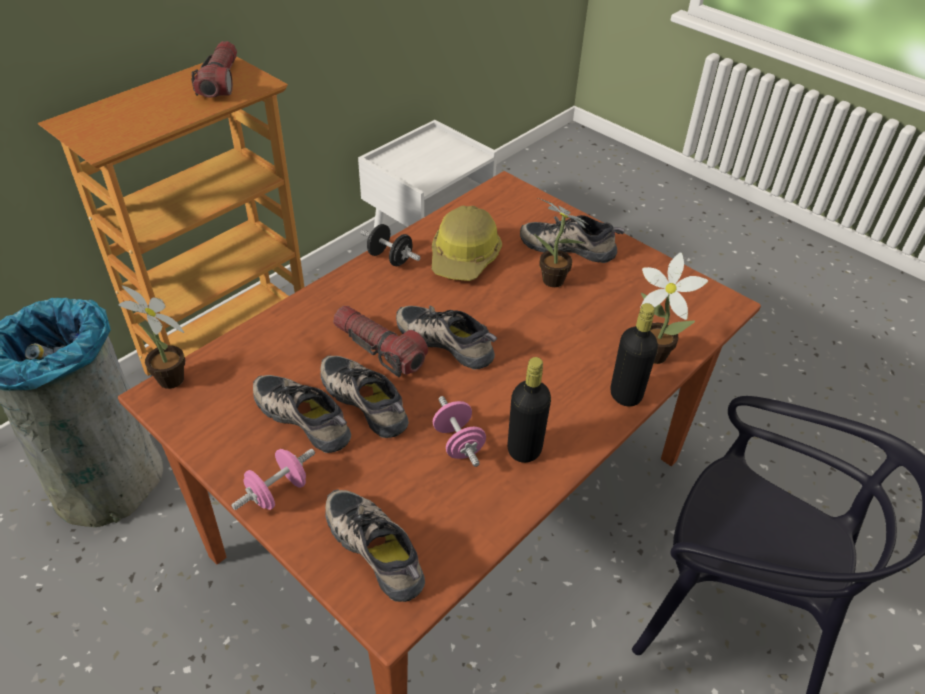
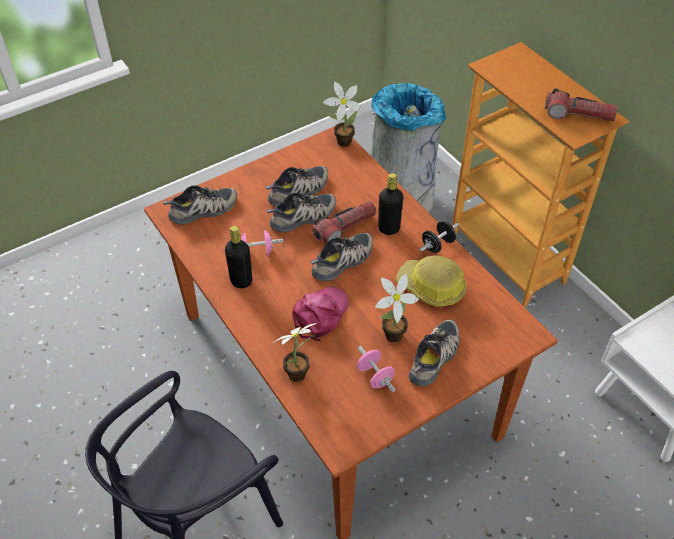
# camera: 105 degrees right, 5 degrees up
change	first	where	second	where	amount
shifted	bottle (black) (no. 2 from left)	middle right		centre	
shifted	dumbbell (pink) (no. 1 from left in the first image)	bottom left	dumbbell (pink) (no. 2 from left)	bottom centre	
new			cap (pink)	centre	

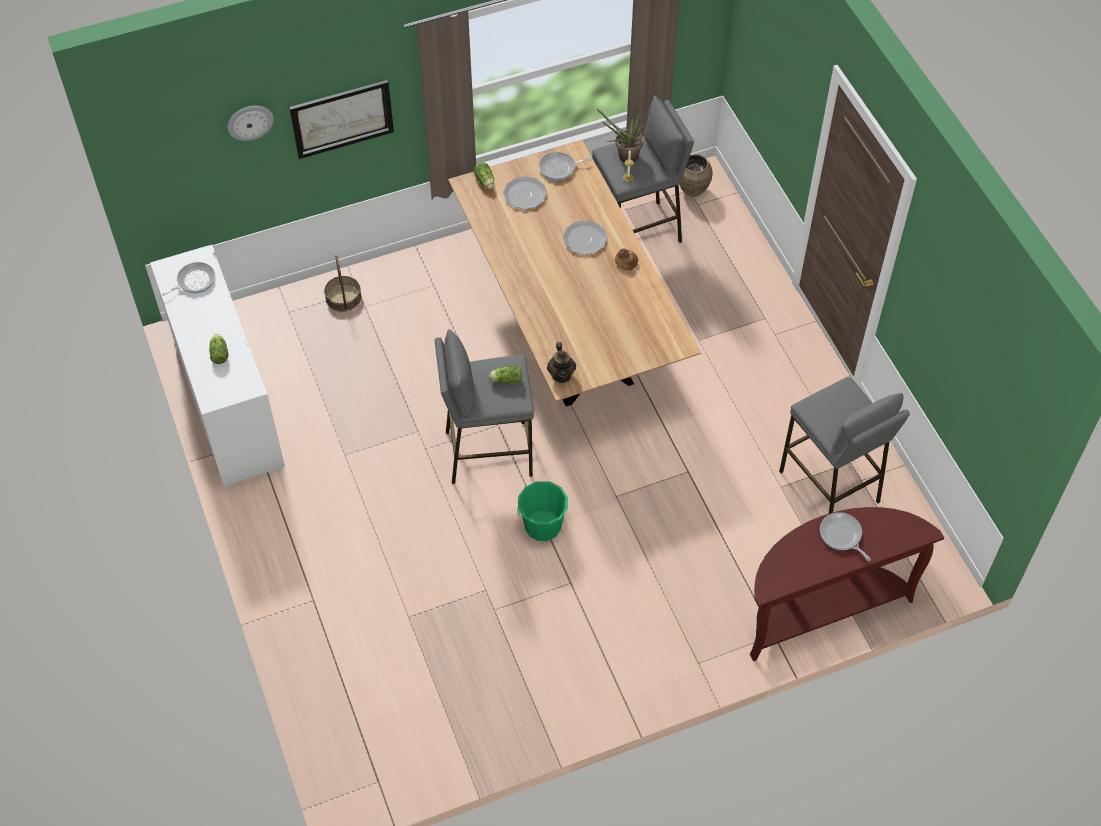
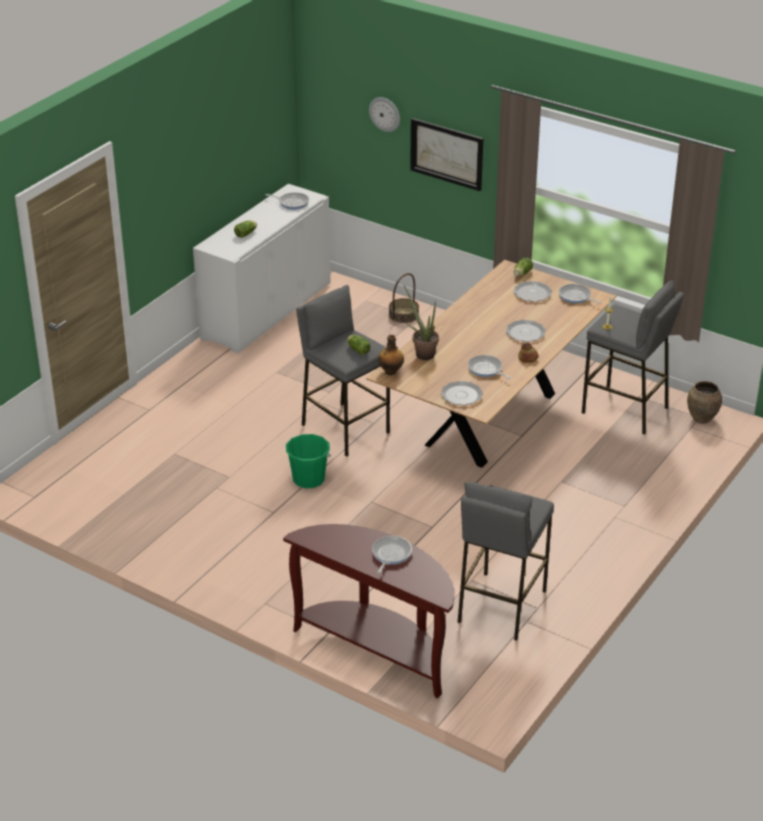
# camera: 55 degrees right, 20 degrees down
change	first	where	second	where	amount
shifted	potted plant	top centre		centre	
swapped	teapot	centre	bottle	centre	
new			frying pan (no. 3 from left)	centre	
new			plate (no. 1 from left)	centre	

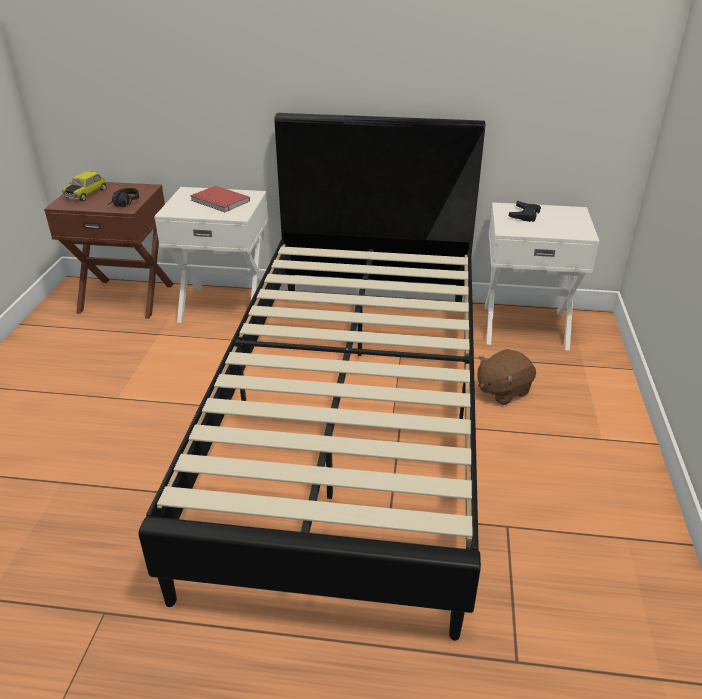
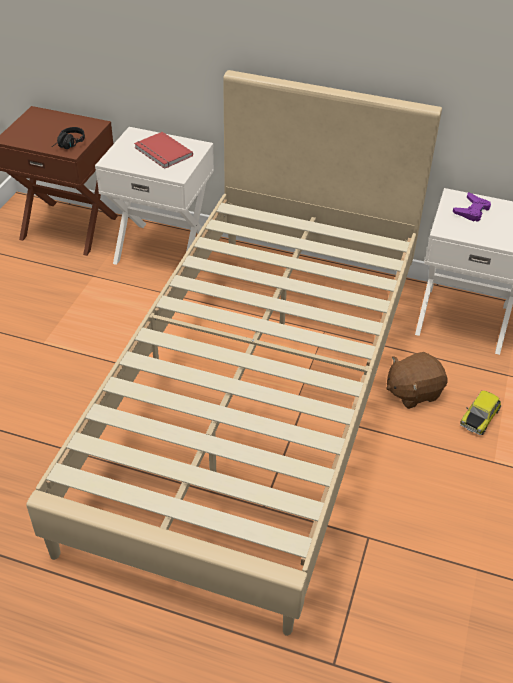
# camera: 10 degrees right, 10 degrees up
change	first	where	second	where	amount
repainted	bed (black)	centre	bed (beige)	centre	
shifted	toy car	top left		middle right	
repainted	game controller (black)	top right	game controller (purple)	top right	

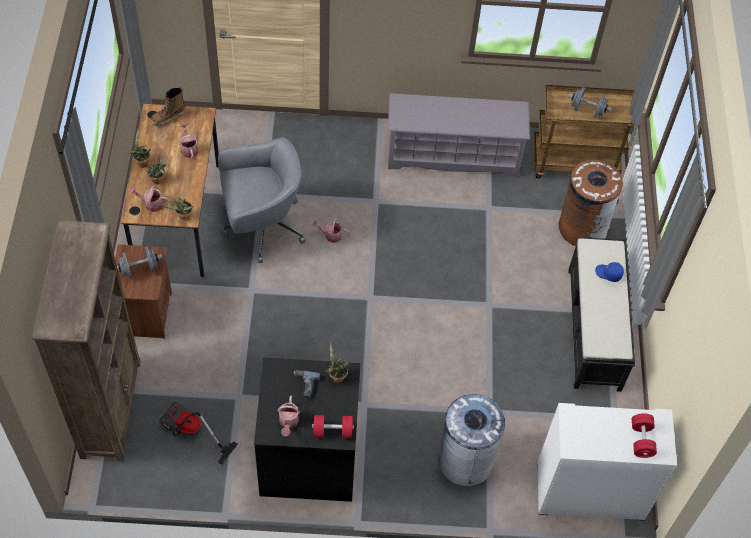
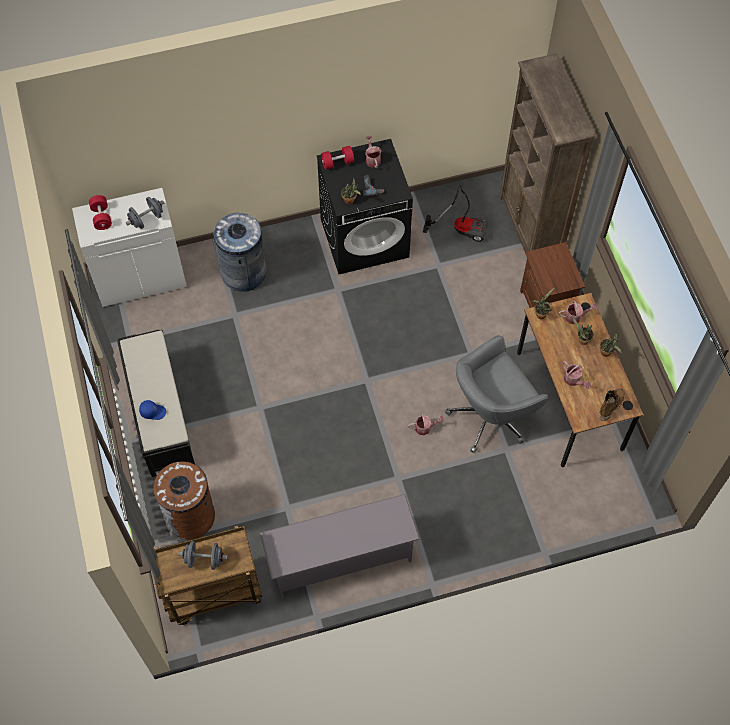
# camera: 165 degrees right, 5 degrees up
change	first	where	second	where	amount
shifted	dumbbell (grey) (no. 1 from left)	middle left		top left	

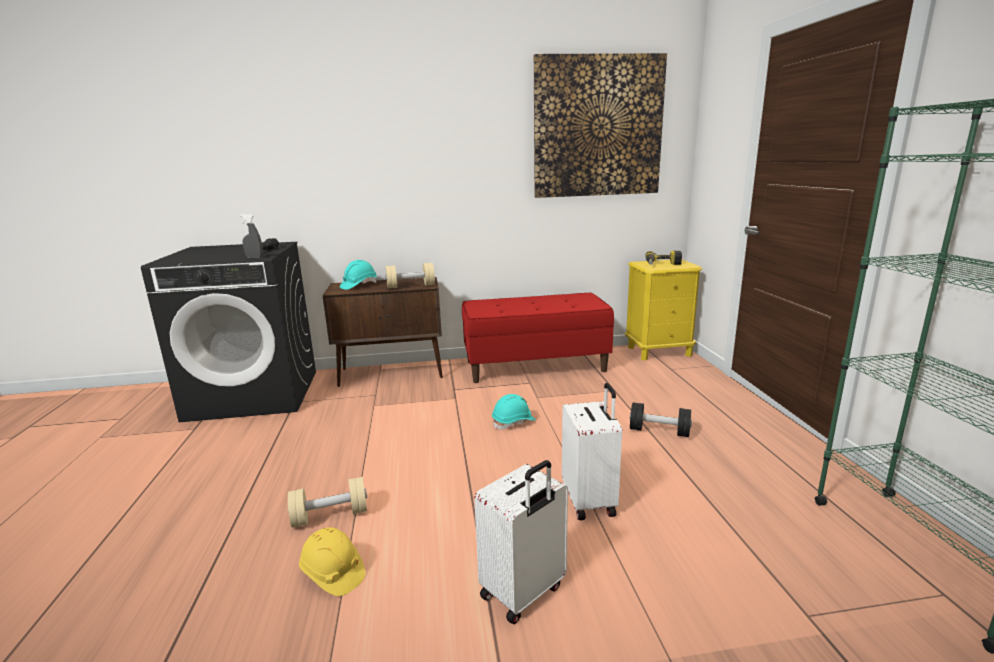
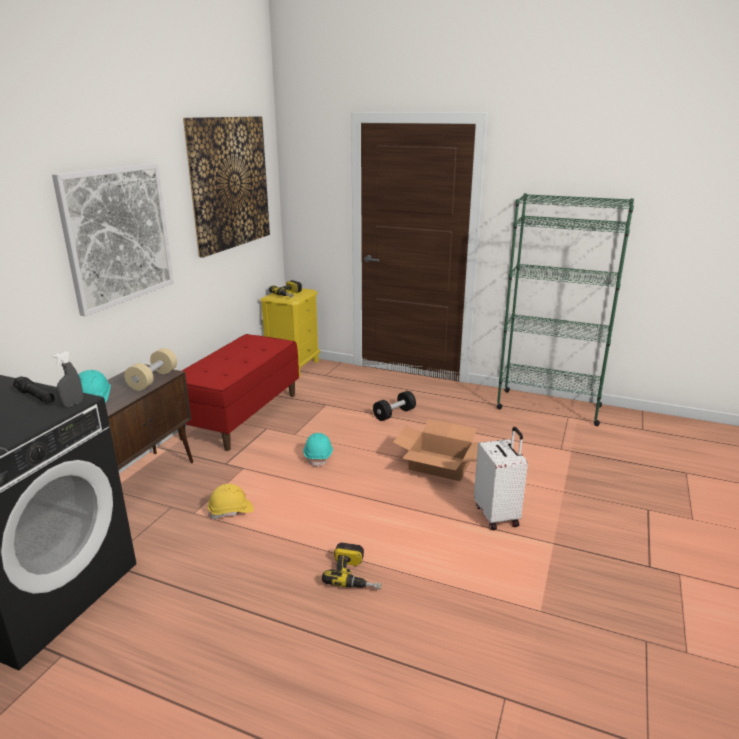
# camera: 60 degrees left, 5 degrees up
change	first	where	second	where	amount
swapped	suitcase (white) (no. 2 from left)	bottom centre	cardboard box	centre	
swapped	dumbbell (beige) (no. 1 from left)	bottom left	power drill (no. 2 from left)	bottom centre	
shifted	hard hat (yellow)	bottom centre		bottom left	
new			picture (no. 1 from left)	top left	

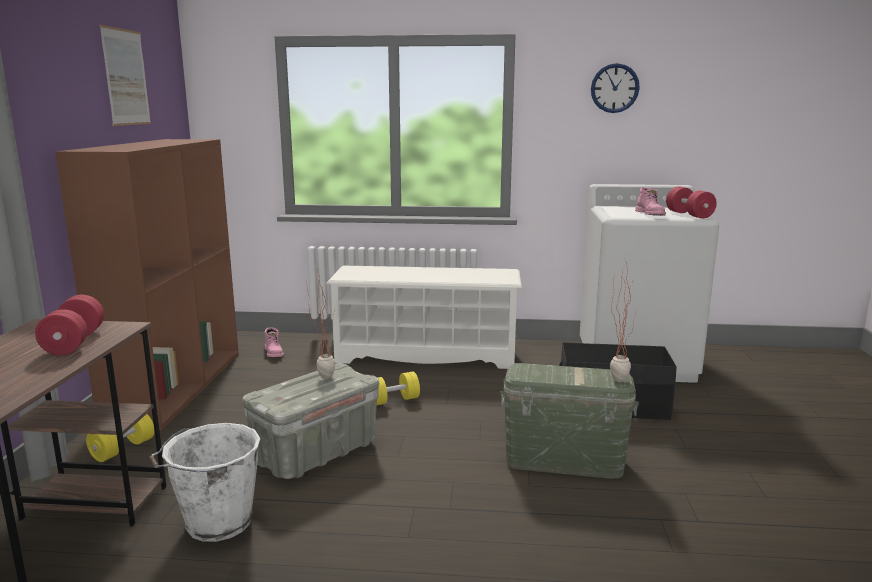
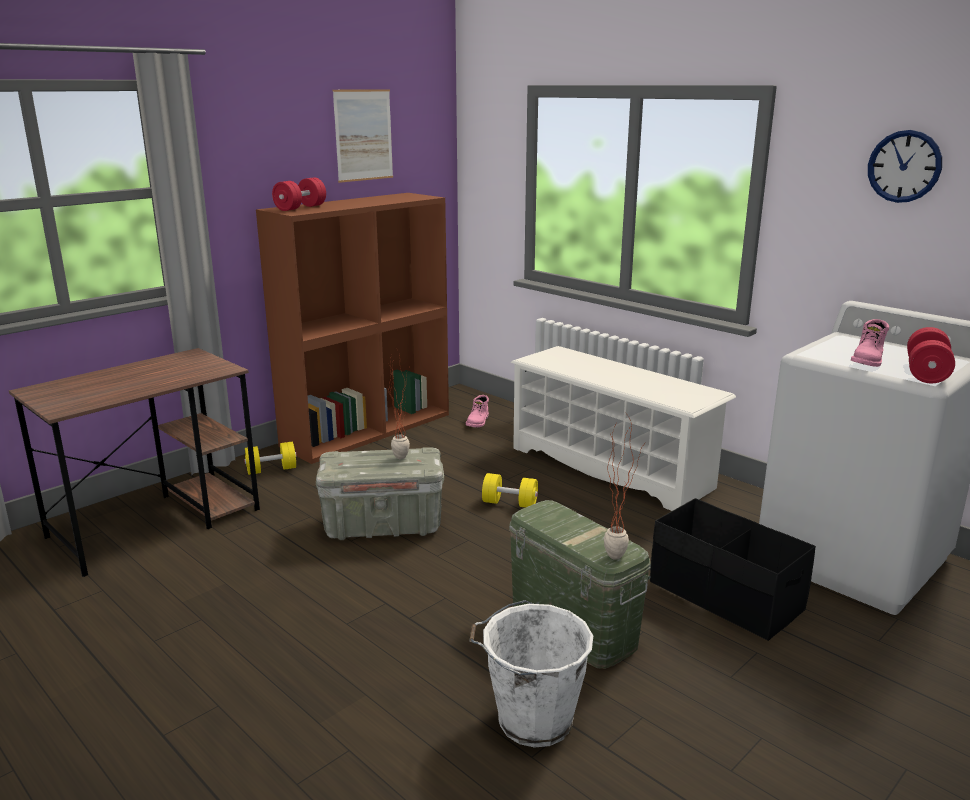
# camera: 40 degrees right, 5 degrees up
change	first	where	second	where	amount
shifted	dumbbell (red) (no. 1 from left)	middle left		top left	
shifted	bucket (white)	bottom left		bottom centre	

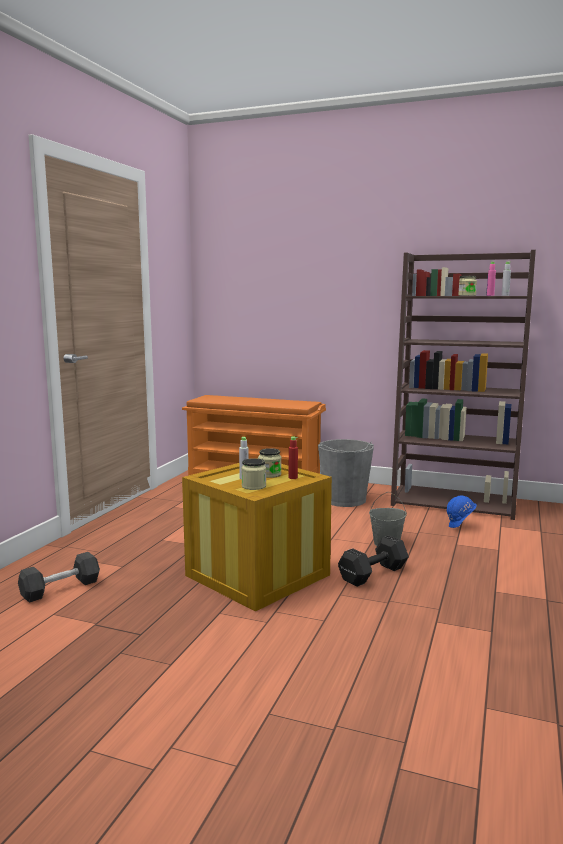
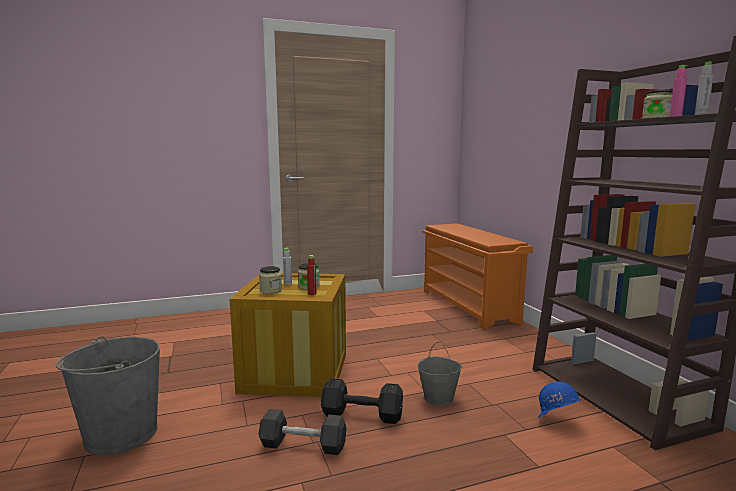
# camera: 50 degrees right, 0 degrees up
change	first	where	second	where	amount
shifted	bucket (grey) (no. 1 from left)	centre		bottom left	
shifted	dumbbell (black) (no. 1 from left)	bottom left		bottom centre	

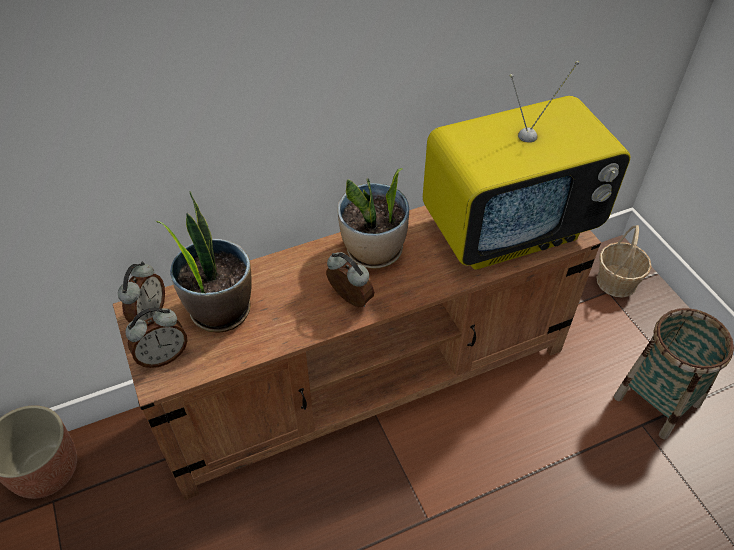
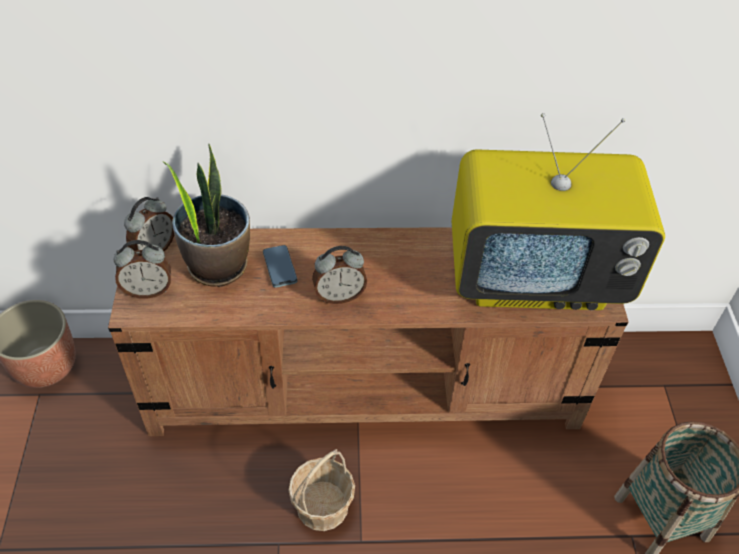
# camera: 20 degrees right, 0 degrees up
change	first	where	second	where	amount
gone	potted plant (no. 2 from left)	centre			
shifted	basket (no. 1 from left)	middle right		bottom centre	
rotated	alarm clock (no. 3 from left)	centre		centre	105 degrees clockwise
new			phone	centre	

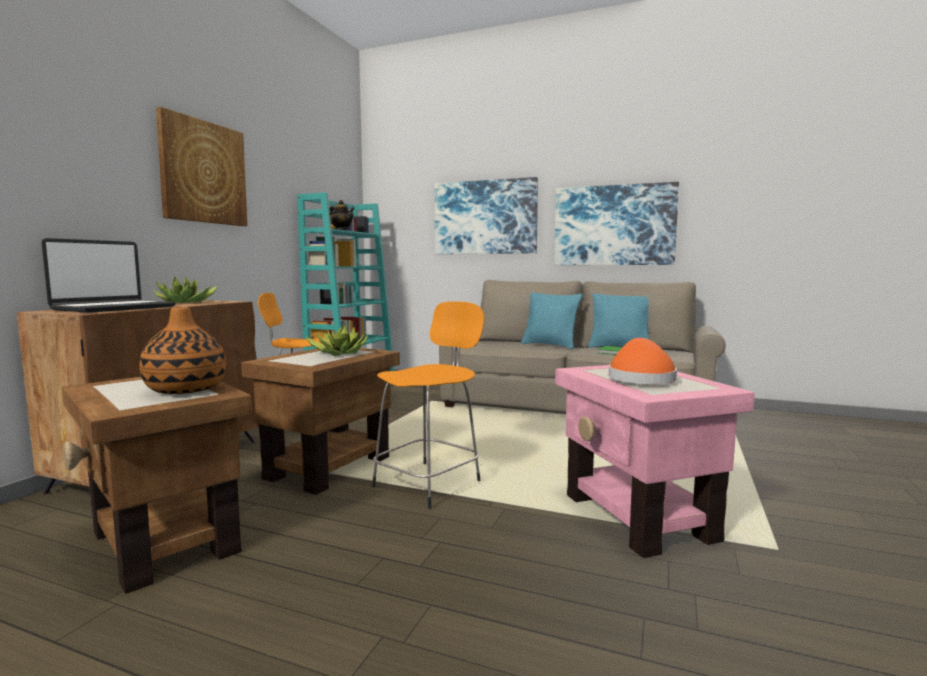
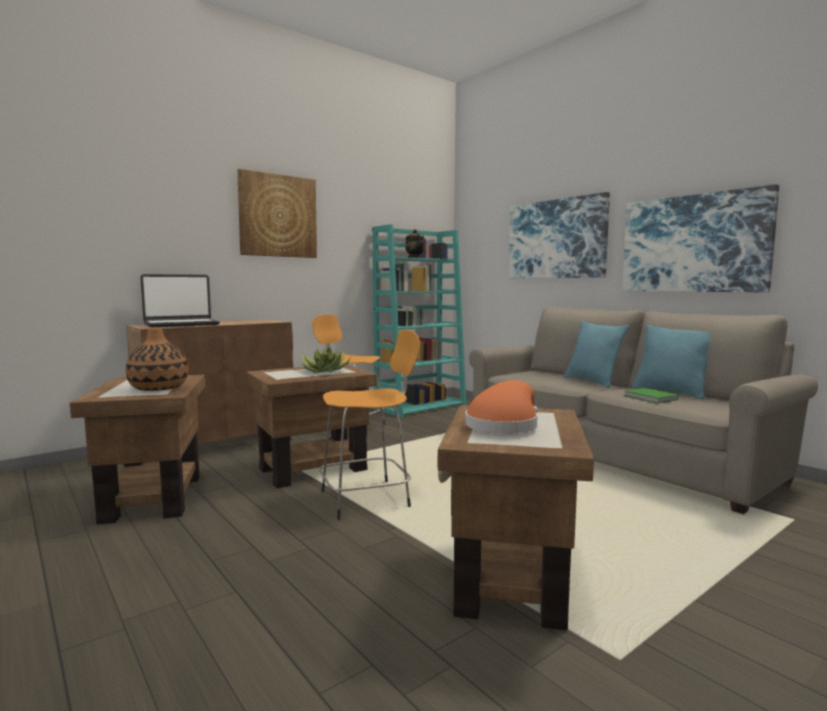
# camera: 30 degrees right, 0 degrees up
change	first	where	second	where	amount
gone	potted plant (no. 1 from left)	middle left			
repainted	side table (pink)	bottom right	side table (brown) (no. 3 from left)	bottom centre	

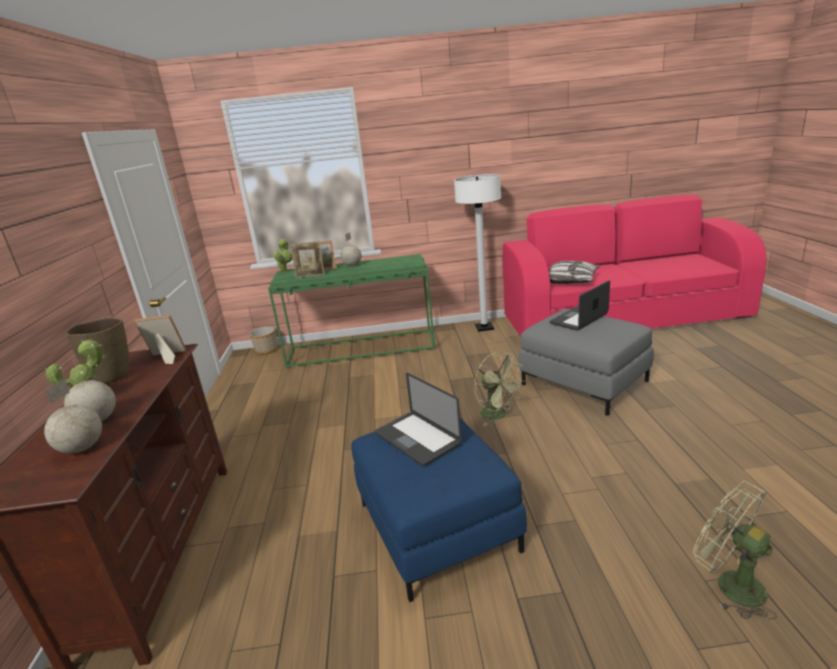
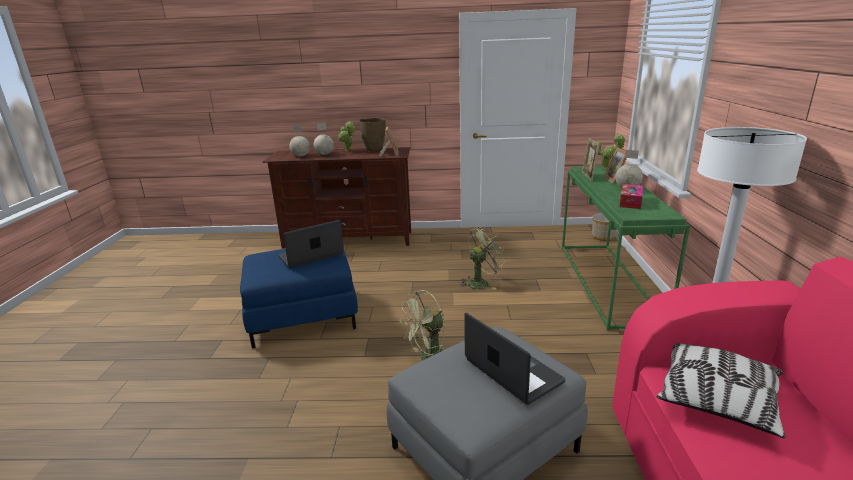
# camera: 95 degrees right, 0 degrees up
change	first	where	second	where	amount
shifted	fan (green) (no. 2 from left)	bottom right		centre	
new			tissue box	middle right	

